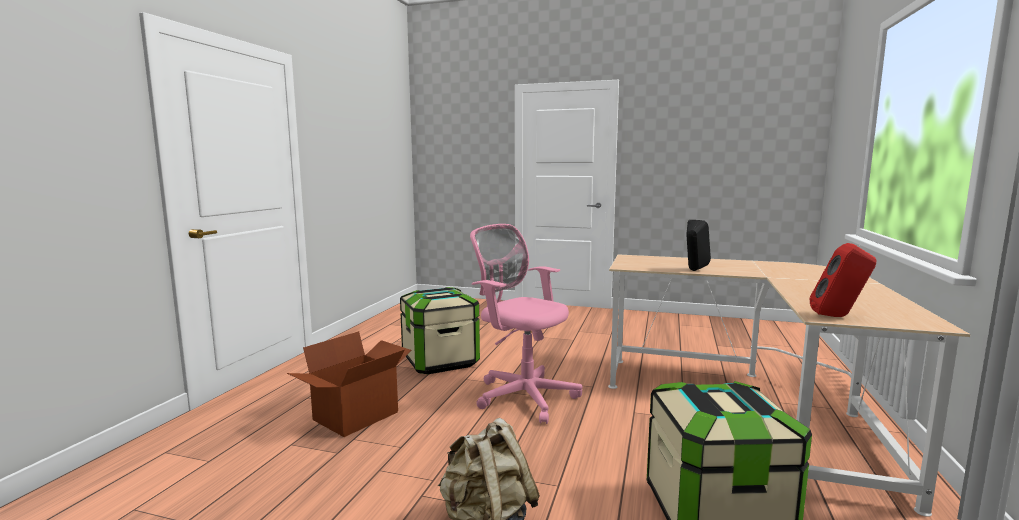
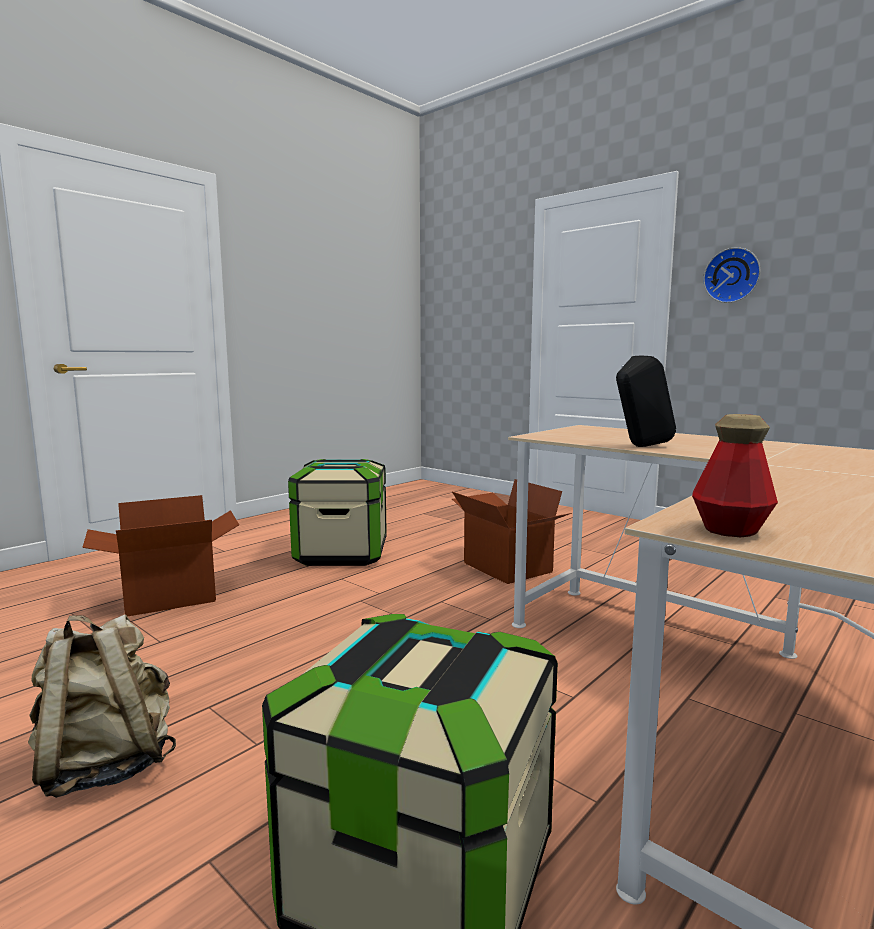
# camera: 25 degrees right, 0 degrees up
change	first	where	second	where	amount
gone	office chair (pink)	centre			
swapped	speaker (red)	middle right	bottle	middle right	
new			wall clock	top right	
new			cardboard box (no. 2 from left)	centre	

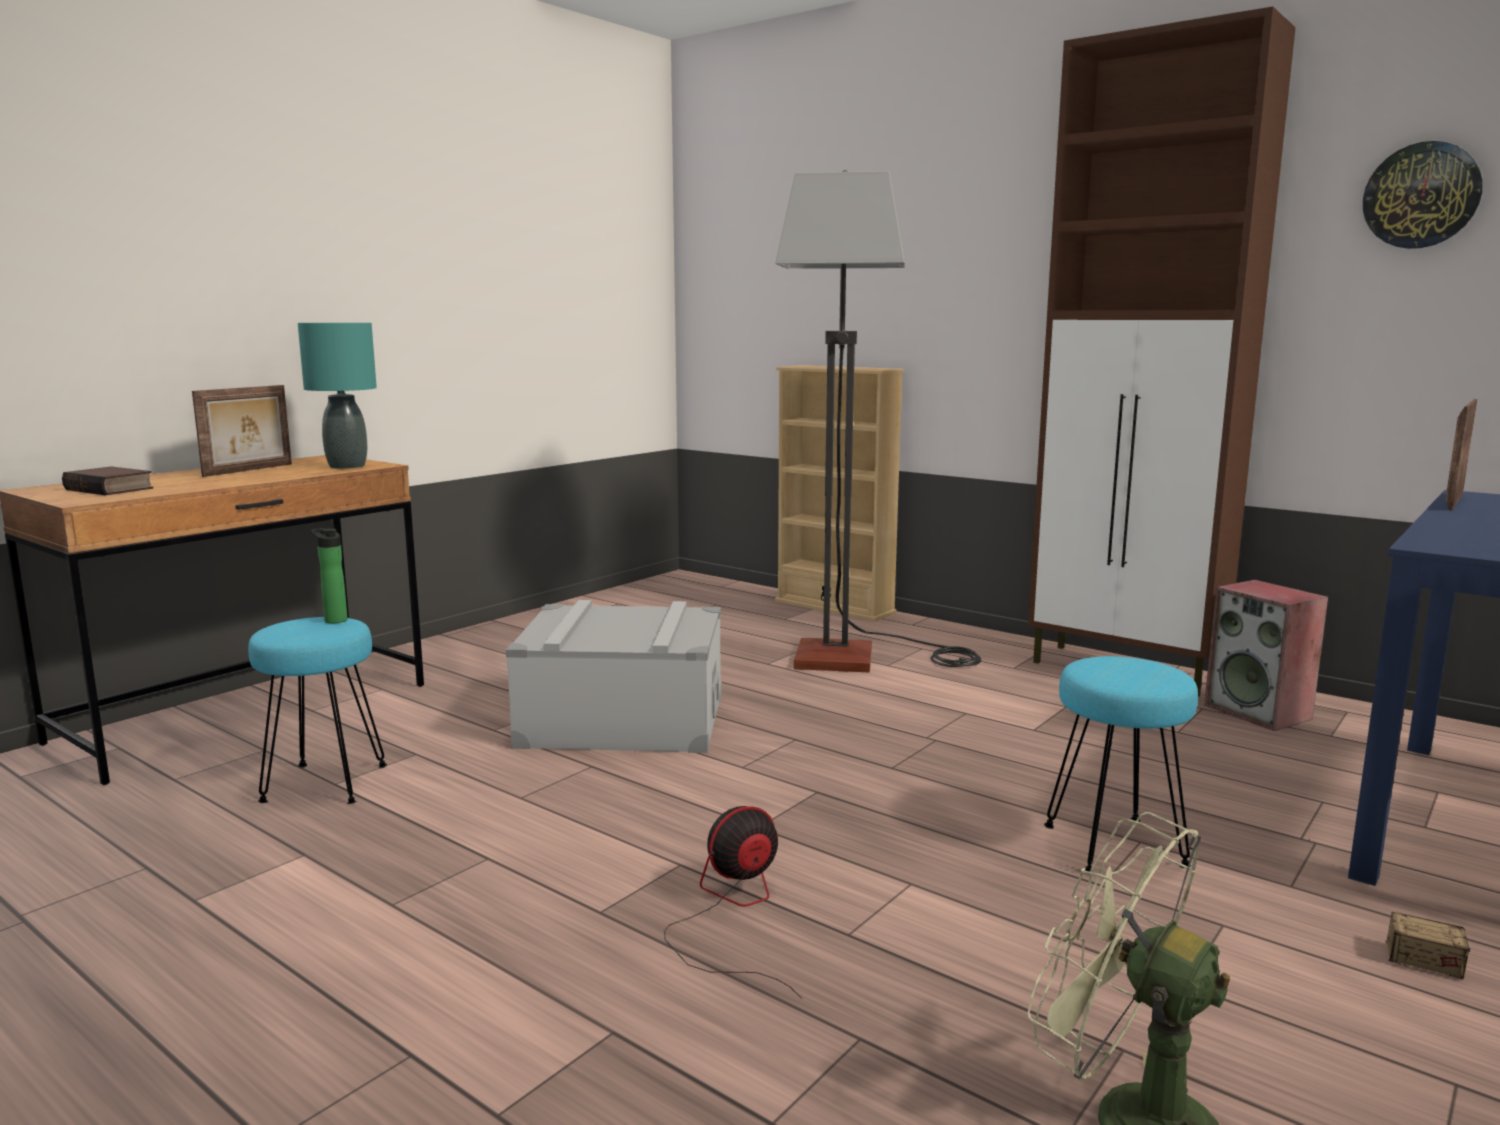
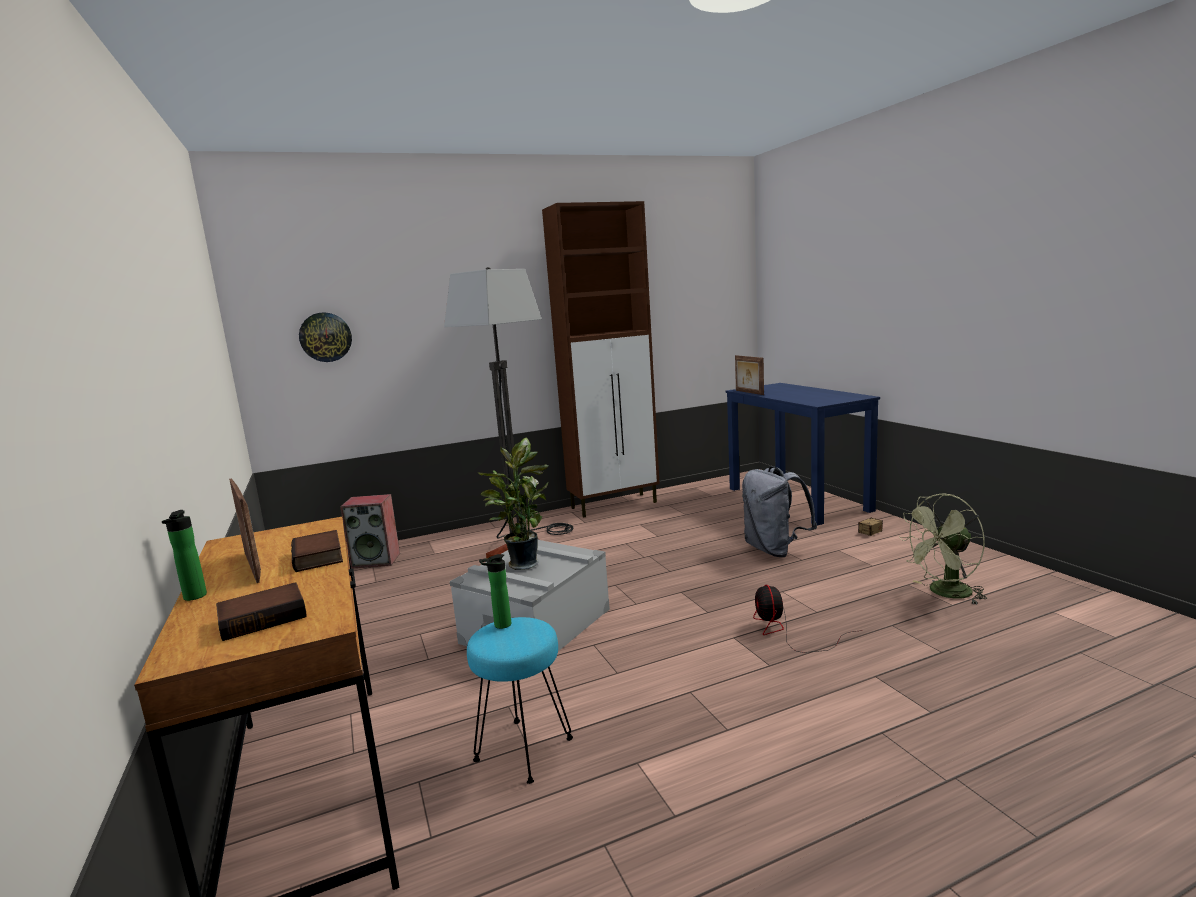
# camera: 60 degrees left, 0 degrees up
change	first	where	second	where	amount
shifted	wall clock	top right		middle left	
gone	table lamp (turquoise)	middle left			
gone	bookcase (beige)	centre			
shifted	speaker	middle right		middle left	
swapped	stool (turquoise) (no. 2 from left)	bottom right	backpack (grey)	centre	
new			potted plant	centre	
new			bottle (no. 1 from left)	middle left	
new			book (no. 2 from left)	middle left	

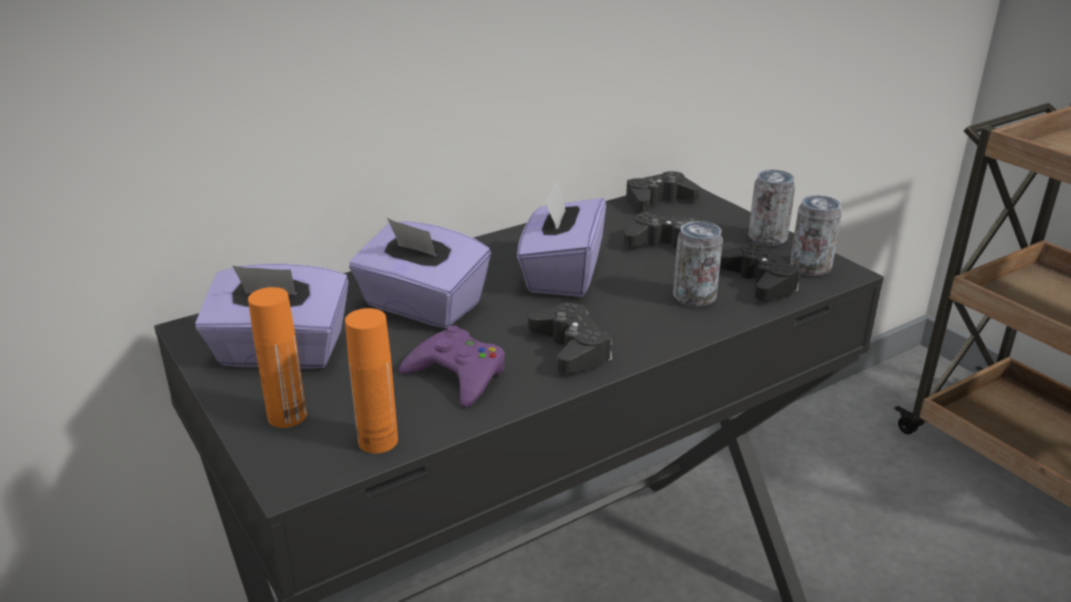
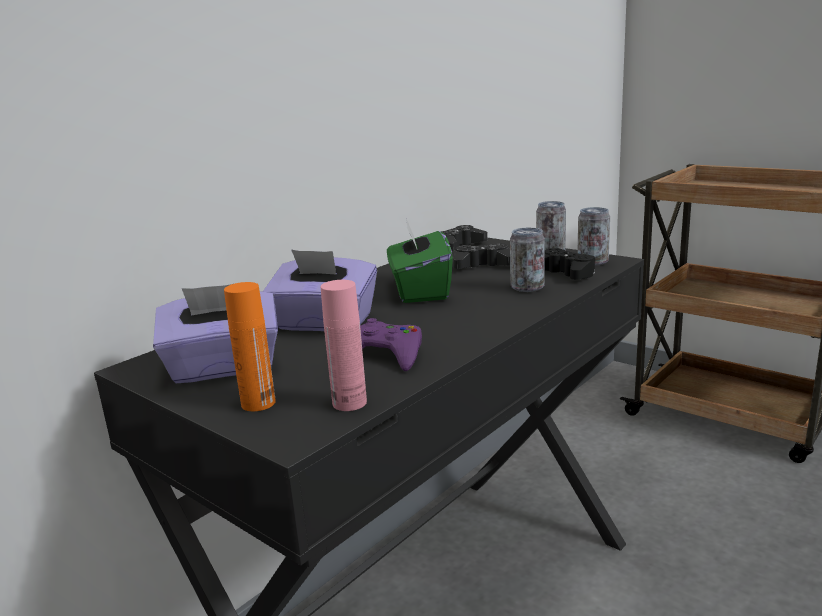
# camera: 15 degrees left, 10 degrees down
change	first	where	second	where	amount
repainted	tissue box (purple) (no. 3 from left)	centre	tissue box (green)	centre	
gone	game controller (black) (no. 1 from left)	centre			
repainted	bottle (orange) (no. 2 from left)	centre	bottle (pink)	centre	

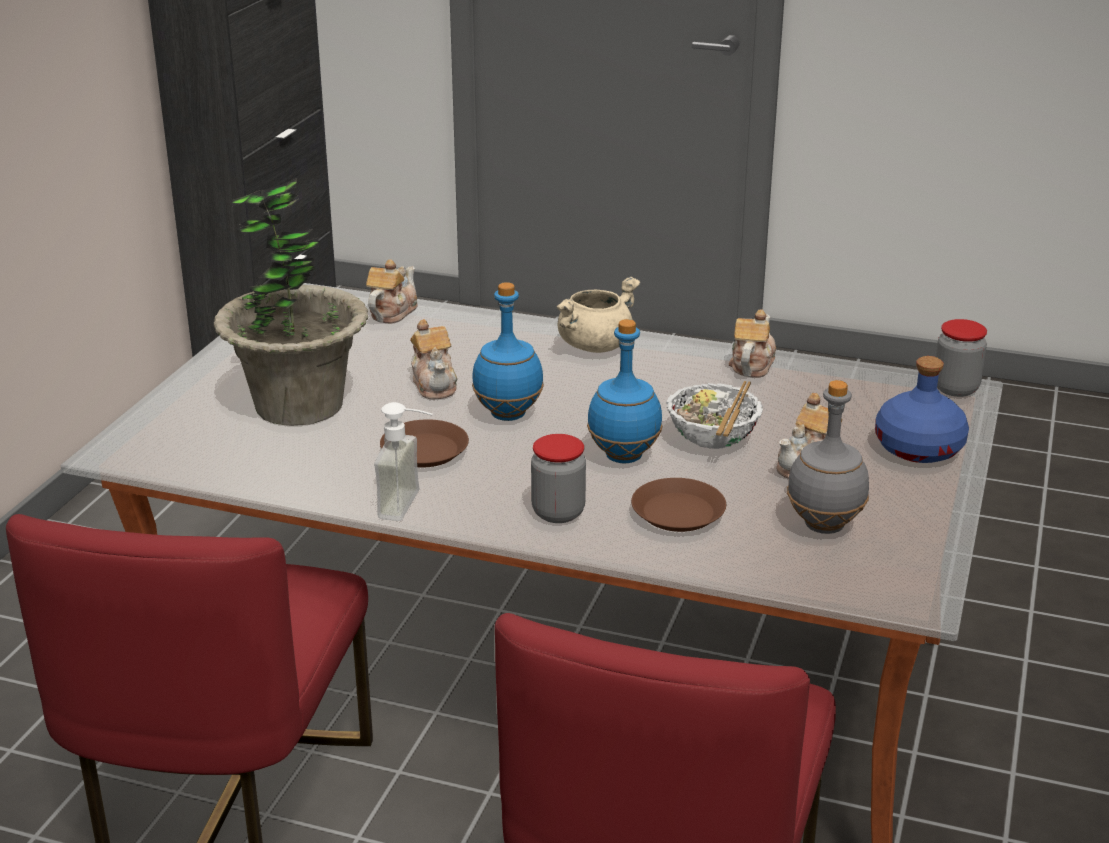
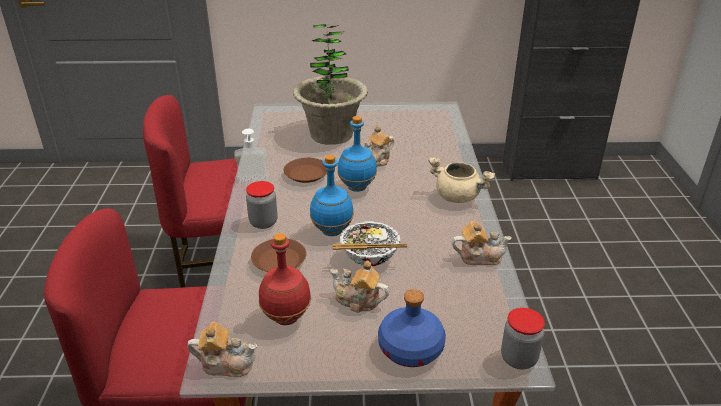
# camera: 70 degrees right, 5 degrees up
change	first	where	second	where	amount
shifted	teapot (no. 1 from left)	centre		bottom left	
repainted	bottle (grey)	middle right	bottle (red)	bottom centre	

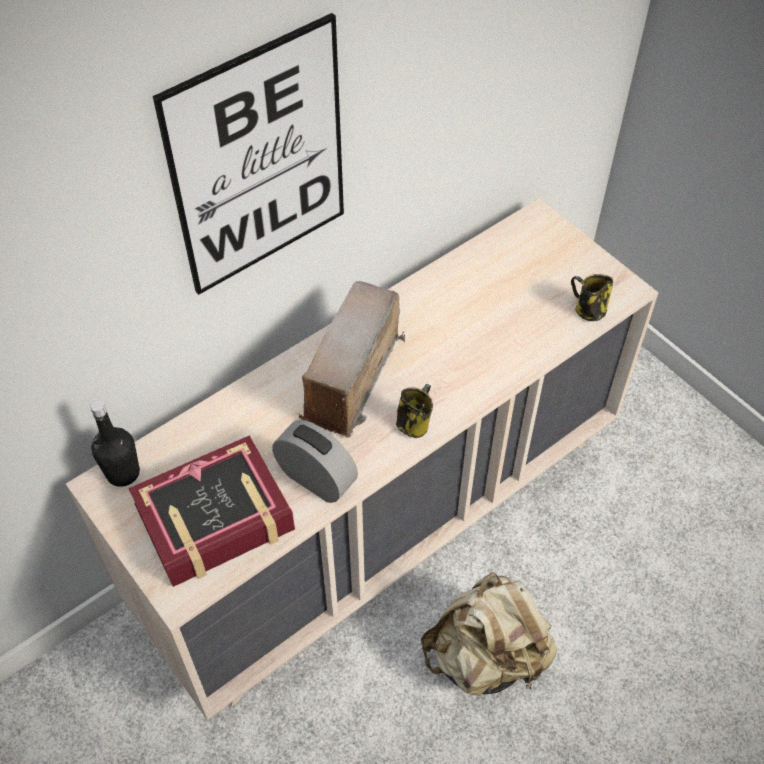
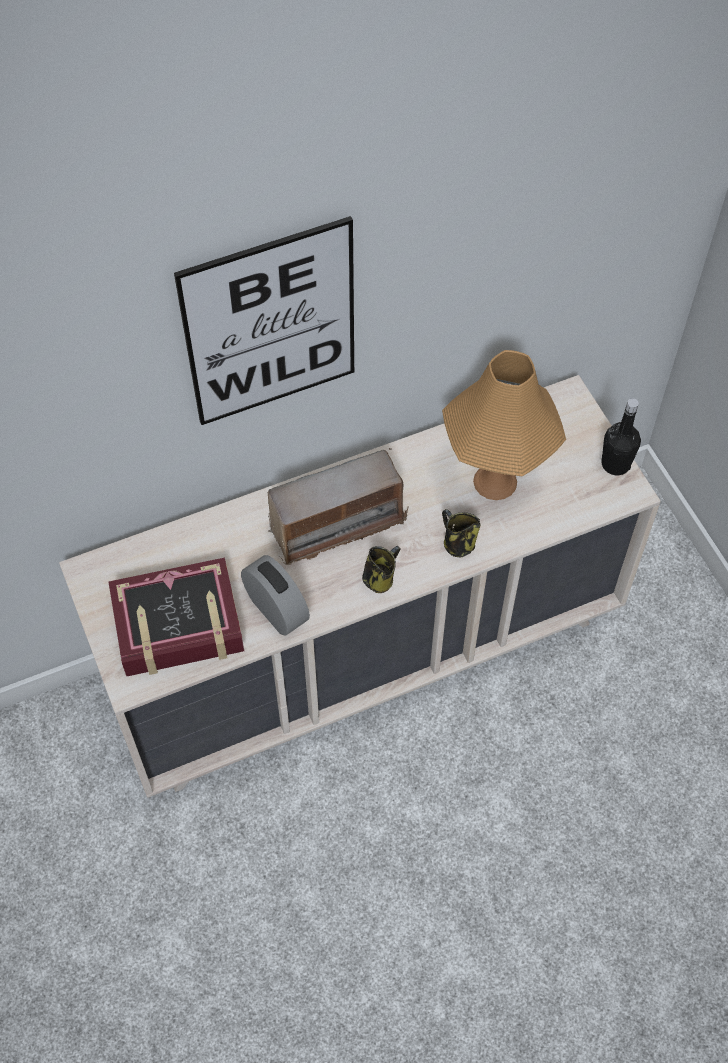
# camera: 15 degrees right, 5 degrees up
change	first	where	second	where	amount
shifted	mug (no. 2 from left)	middle right		centre	
rotated	radio	centre		centre	150 degrees counterclockwise
shifted	bottle (black)	middle left		middle right	
gone	backpack (beige)	bottom centre			
new			table lamp (orange)	middle right	

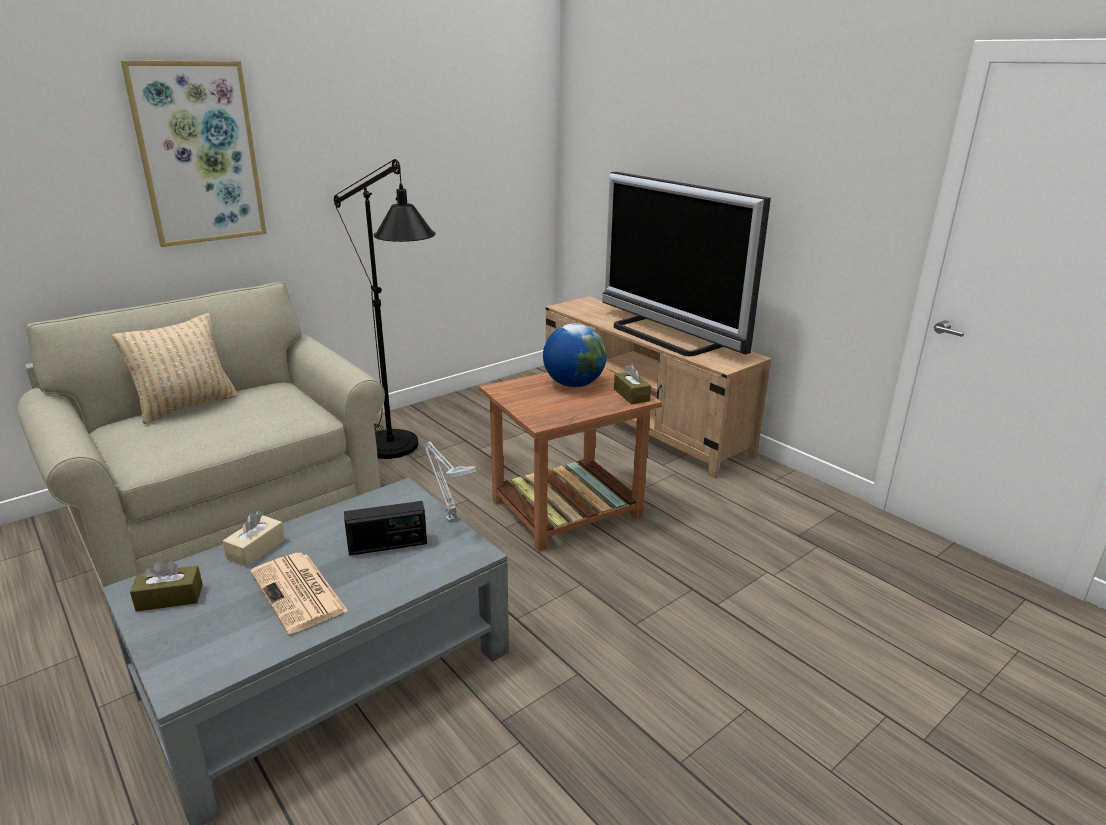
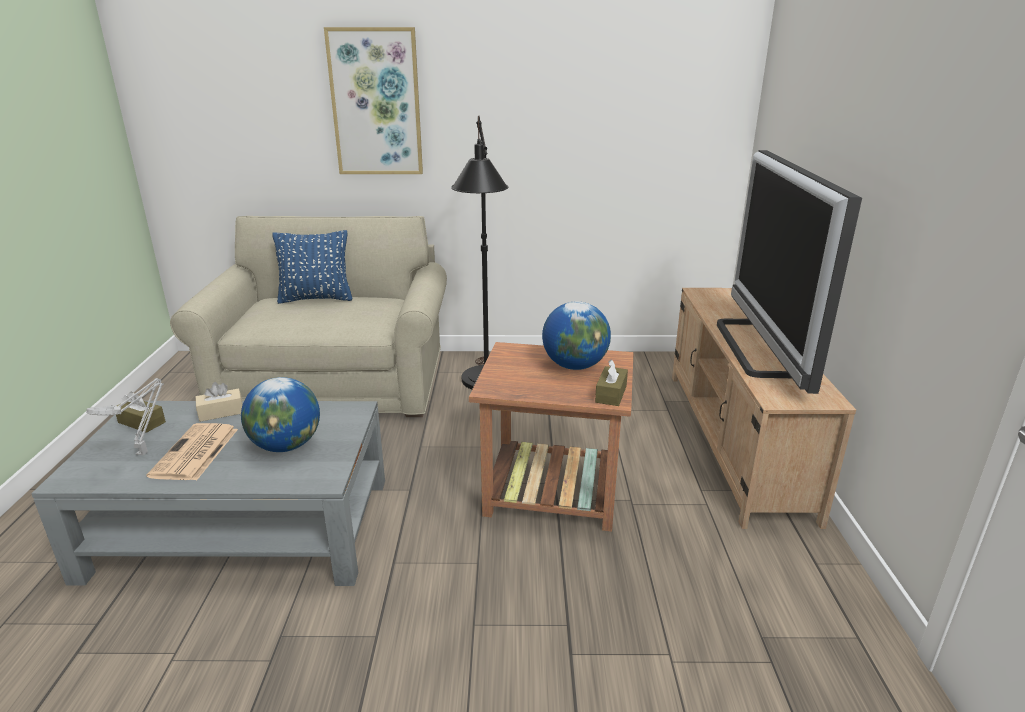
# camera: 40 degrees right, 0 degrees up
change	first	where	second	where	amount
repainted	pillow (beige)	middle left	pillow (blue)	middle left	
shifted	table lamp (grey)	centre		middle left	
swapped	radio	centre	globe (no. 1 from left)	middle left	

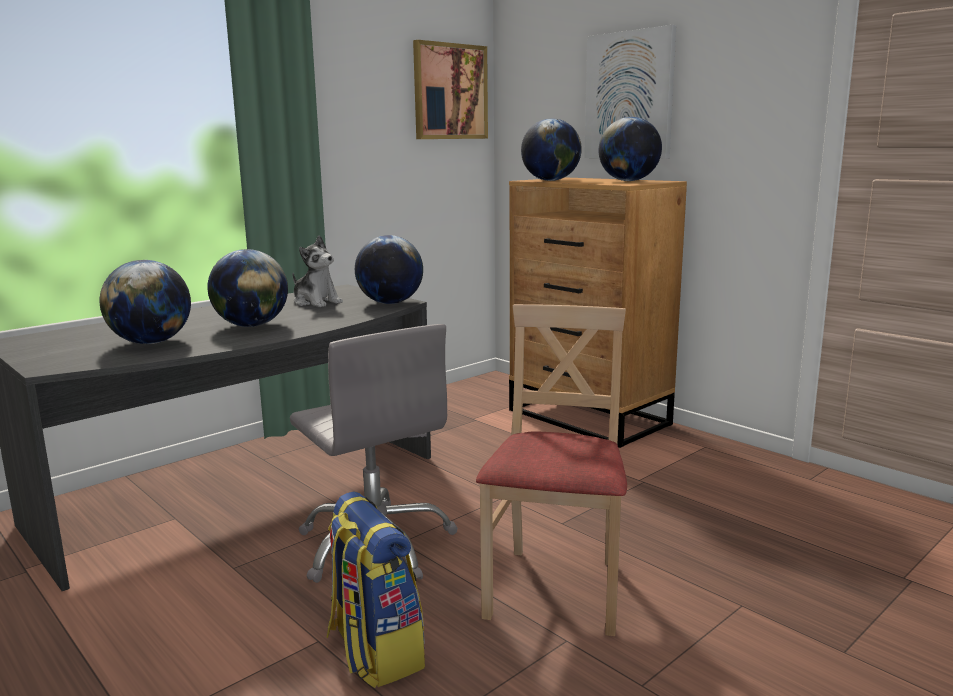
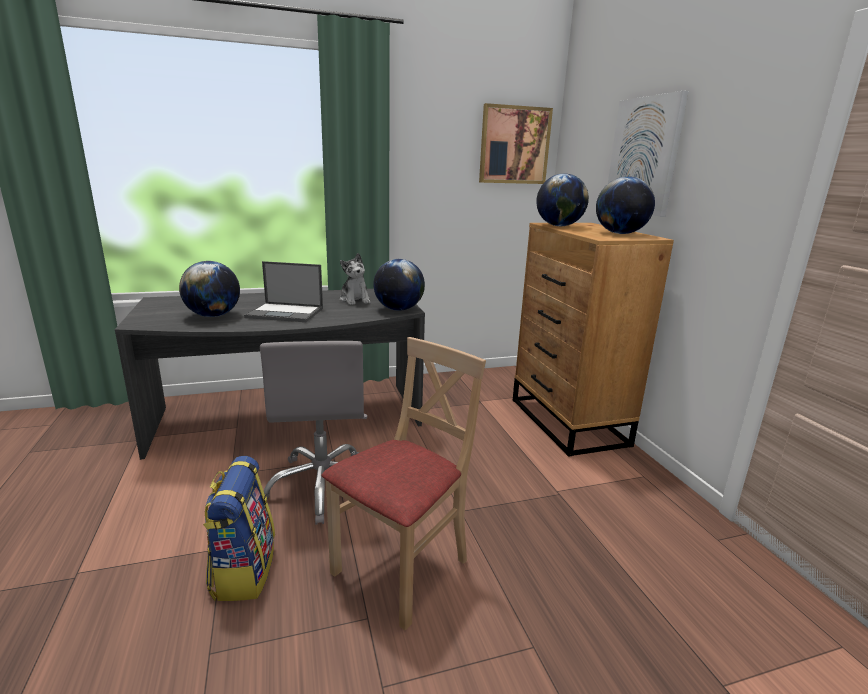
# camera: 25 degrees right, 5 degrees up
change	first	where	second	where	amount
swapped	globe (no. 2 from left)	middle left	laptop	middle left	

